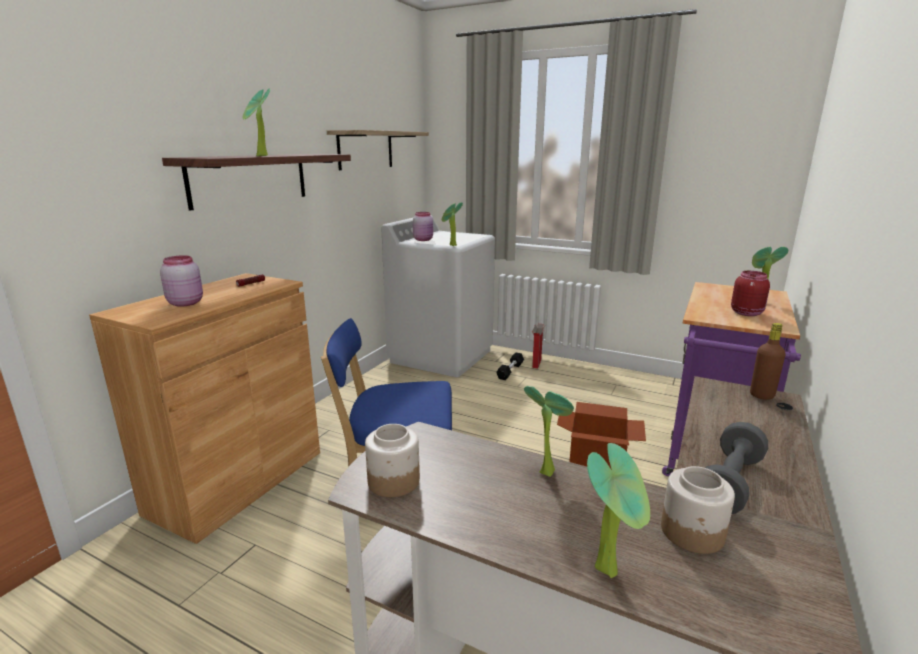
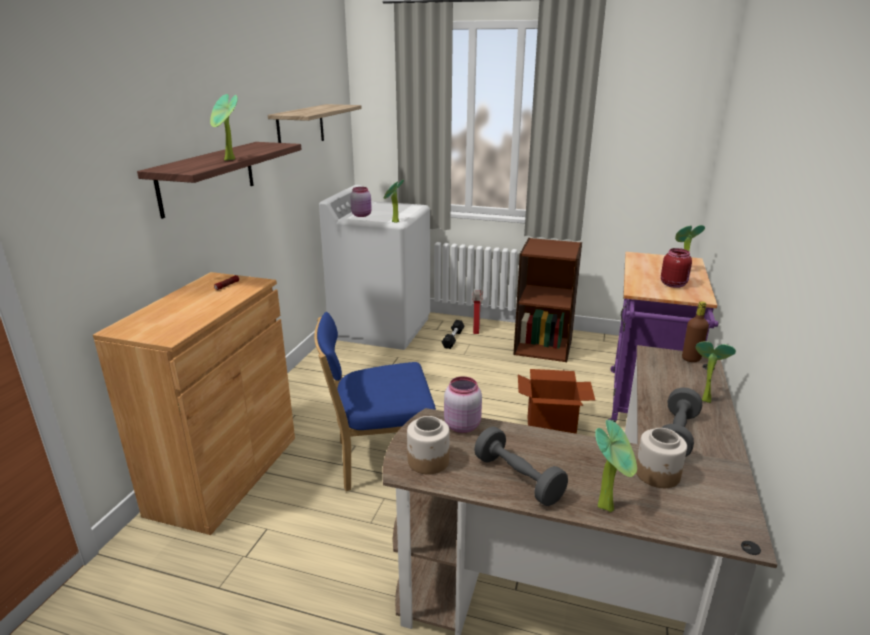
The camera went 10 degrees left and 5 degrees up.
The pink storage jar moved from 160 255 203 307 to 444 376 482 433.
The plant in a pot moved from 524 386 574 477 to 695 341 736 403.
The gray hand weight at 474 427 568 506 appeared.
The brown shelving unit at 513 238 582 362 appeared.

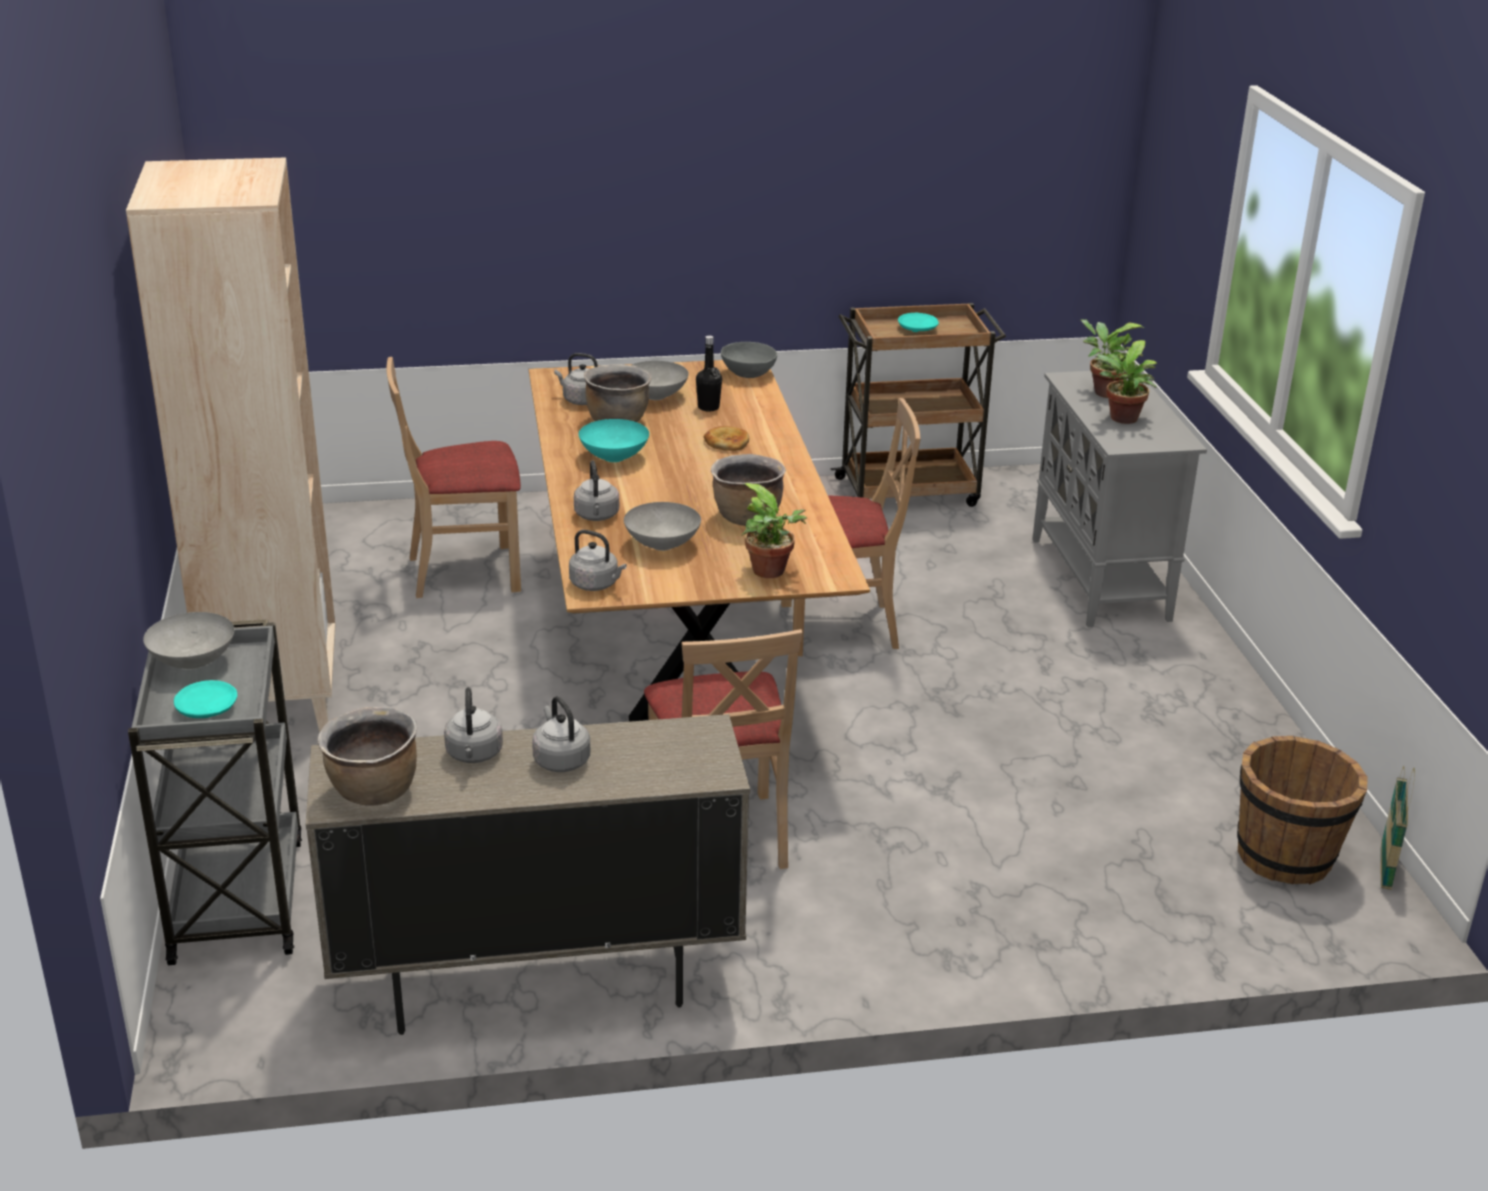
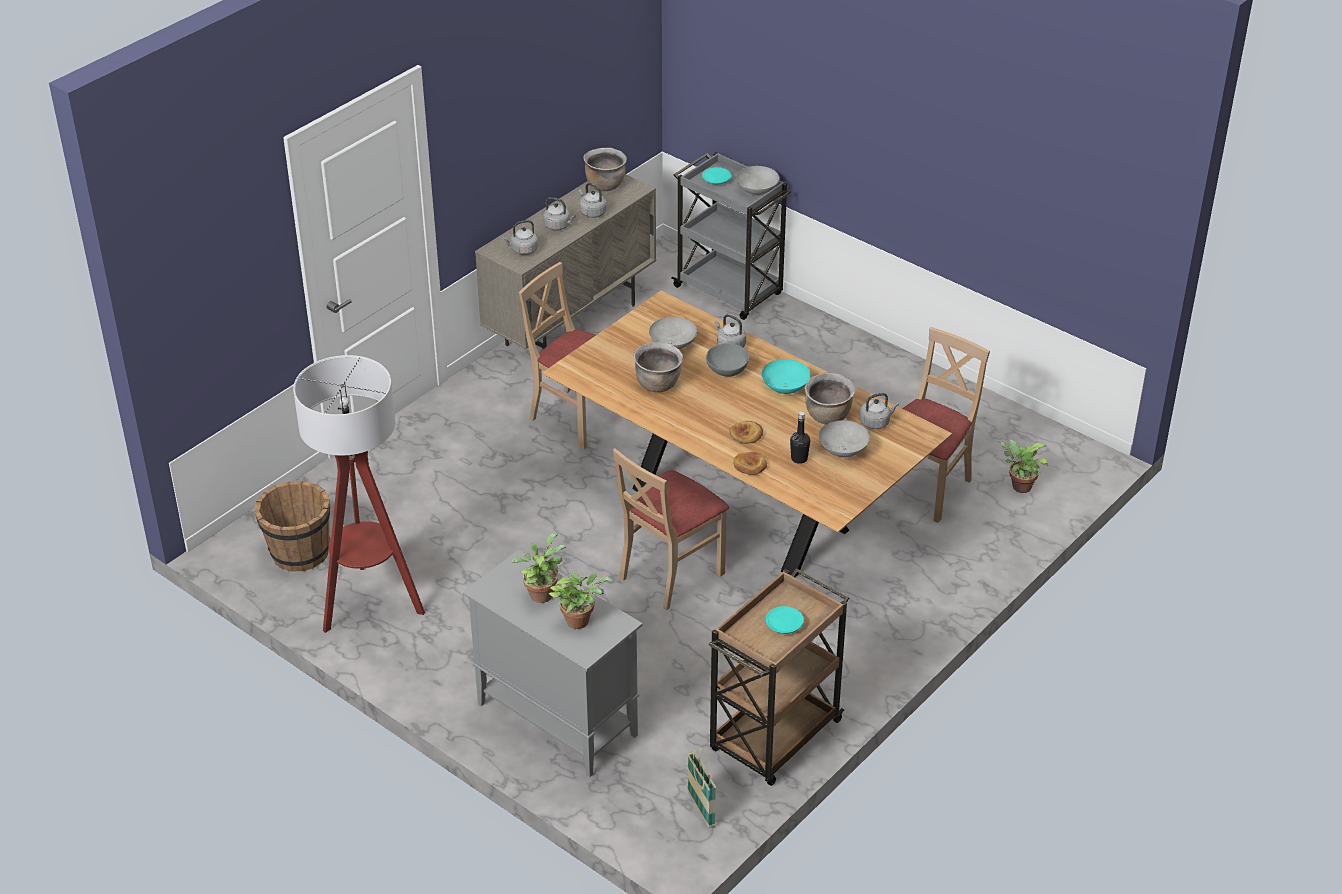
The camera went 140 degrees right and 10 degrees up.
The beige-coloured shelving unit at 126 158 336 733 disappeared.
The gray water kettle moved from 569 530 626 591 to 502 220 538 255.
The gray serving bowl moved from 721 342 777 378 to 706 343 749 377.
The plant in a pot moved from 741 483 807 578 to 998 439 1048 493.
The basket moved from 1380 766 1415 890 to 687 748 716 828.
The floor lamp at 293 355 425 633 appeared.
The bakery bread at 733 452 767 475 appeared.

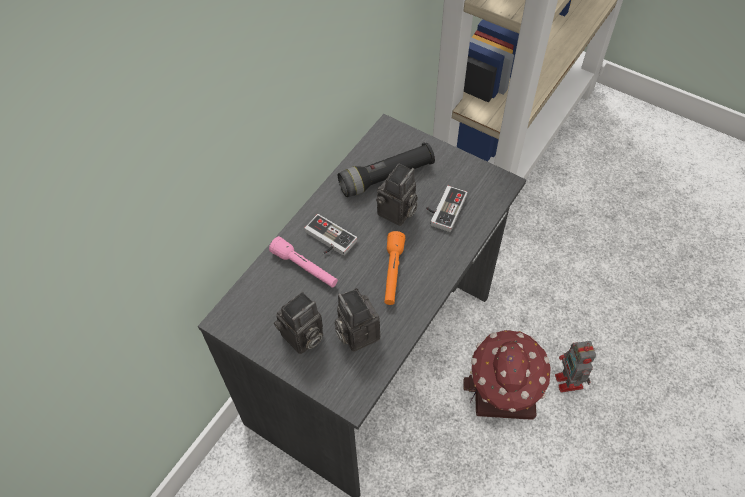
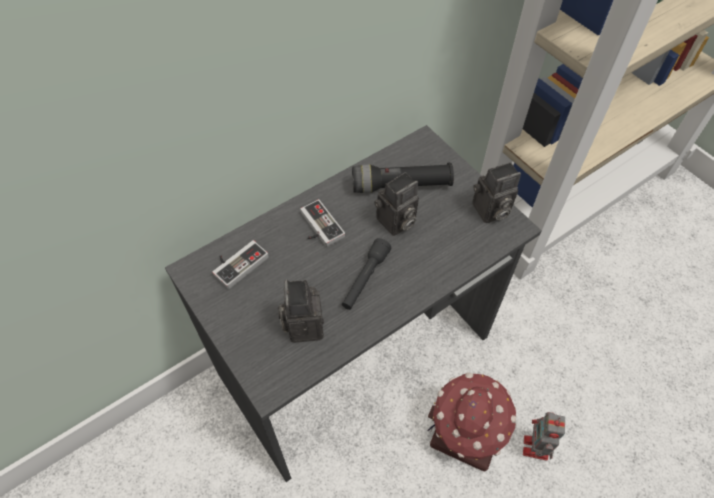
The camera went 20 degrees right and 0 degrees up.
The pink hand torch at 269 236 338 288 disappeared.
The still camera moved from 274 292 323 355 to 472 162 521 223.
The orange hand torch at 384 231 405 305 became the blackish hand torch at 342 238 391 310.
The joypad moved from 426 186 467 232 to 213 240 269 289.

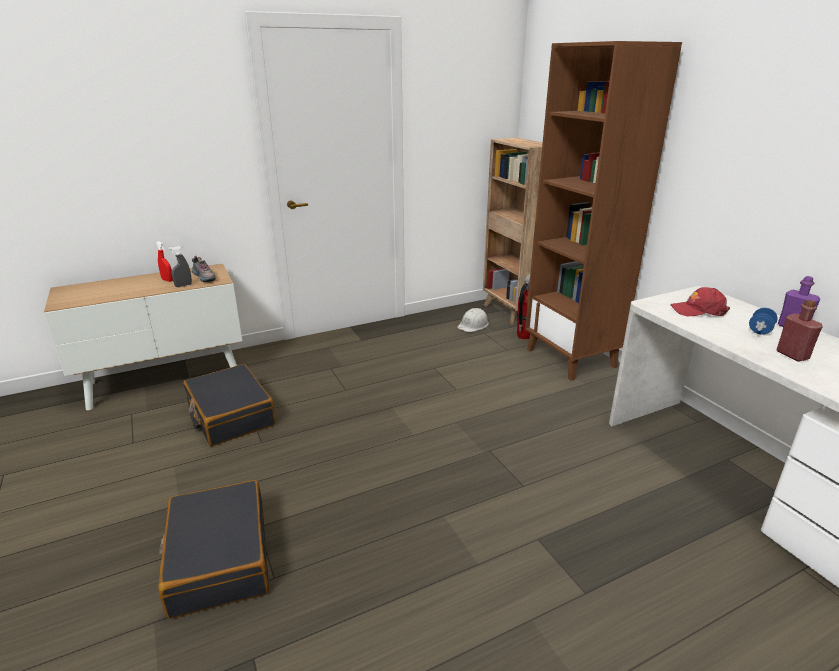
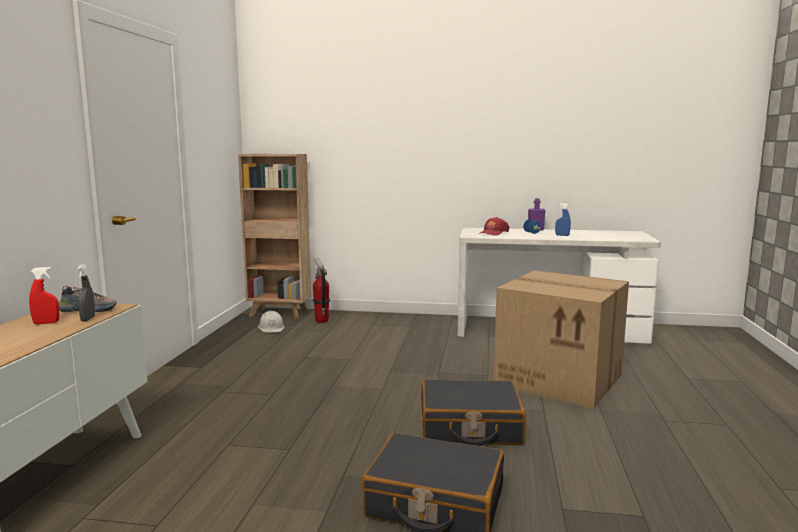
The camera went 55 degrees left and 15 degrees down.
The blackish piece of luggage moved from 183 364 276 446 to 421 380 526 446.
The brown shelving unit at 525 41 682 381 disappeared.
The red-coloured bottle at 777 300 823 362 was replaced by the blue spray bottle at 555 202 571 236.
The packing box at 494 270 629 409 appeared.

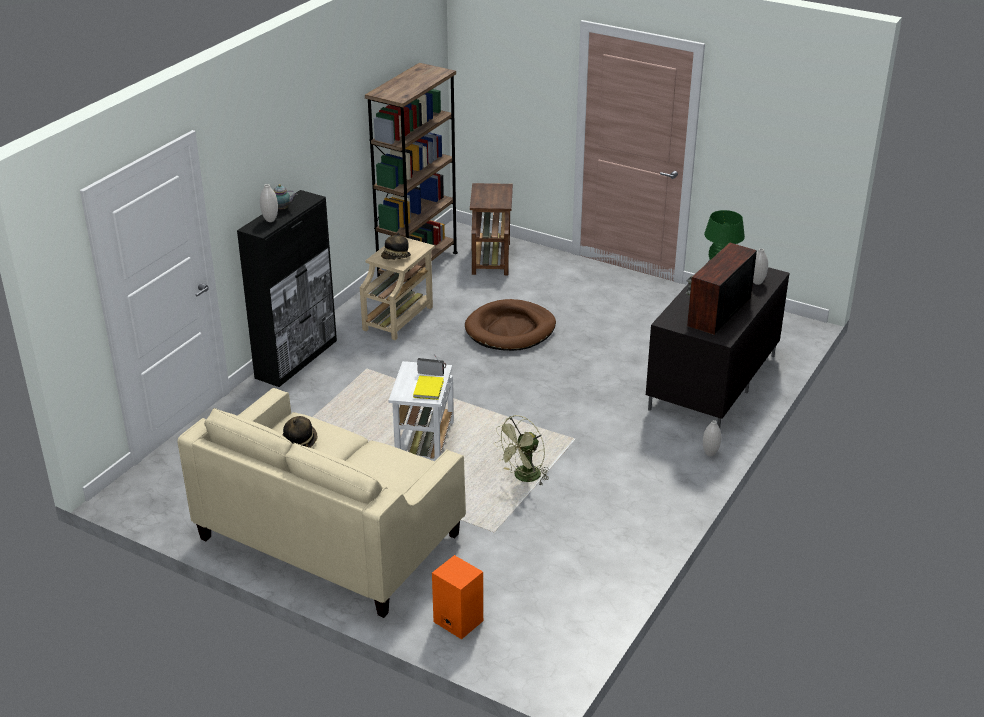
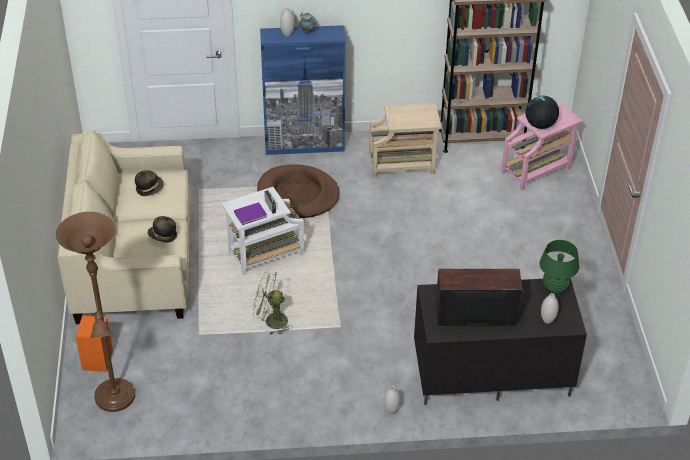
The camera went 55 degrees right and 10 degrees up.
The blackish storage cabinet at 237 190 337 387 became the blue storage cabinet at 260 25 346 155.
The hat moved from 381 232 411 260 to 148 216 177 242.
The yellow book at 413 376 444 400 became the purple-coloured book at 234 202 267 225.
The brown pet bed moved from 465 299 556 351 to 257 164 339 218.
The brown side table at 470 183 513 275 became the pink side table at 501 100 583 190.
The brown floor lamp at 56 212 135 412 appeared.
The desk globe at 526 95 559 129 appeared.

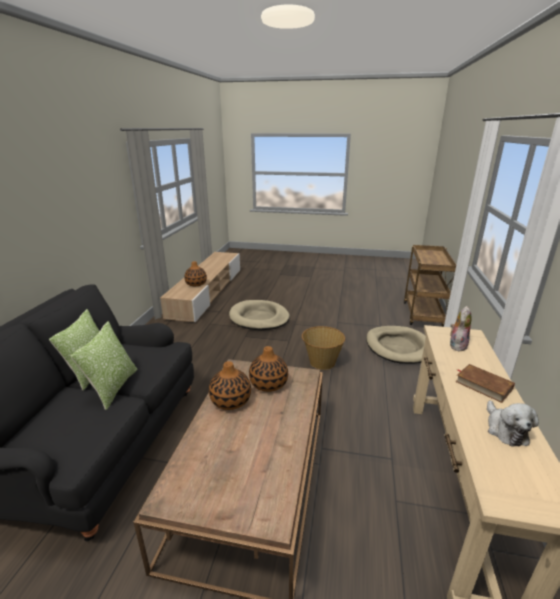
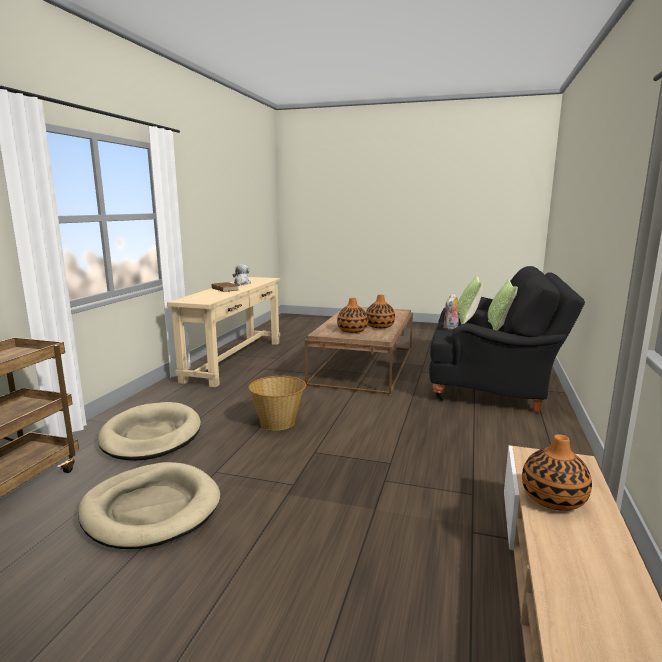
The camera went 175 degrees left and 10 degrees down.
The beige-coloured pet bed moved from 229 300 290 330 to 78 462 220 549.
The plush toy moved from 450 306 472 351 to 443 293 460 329.

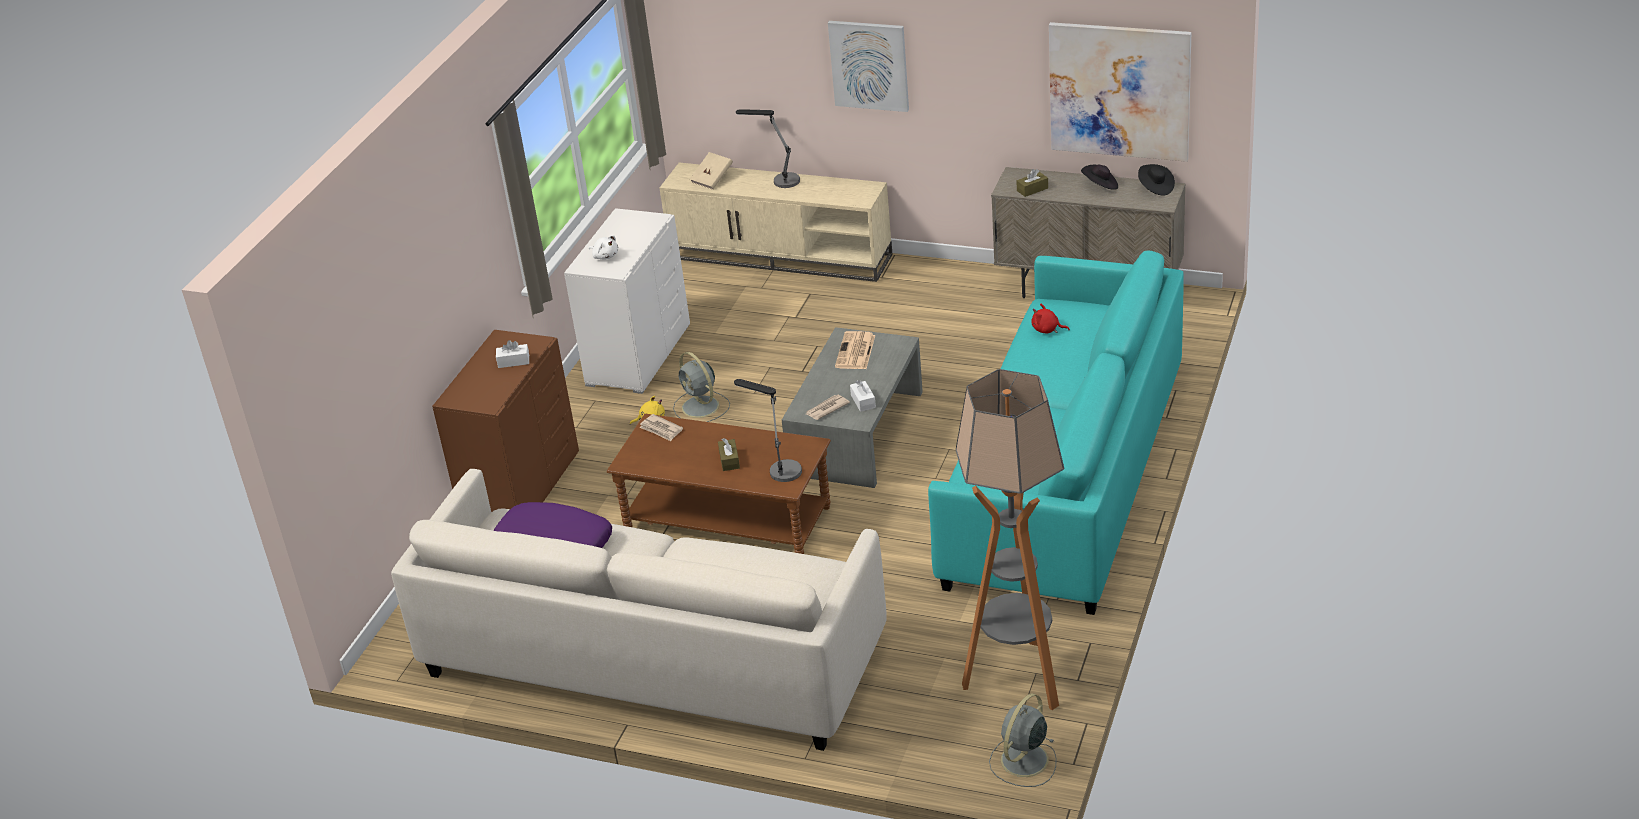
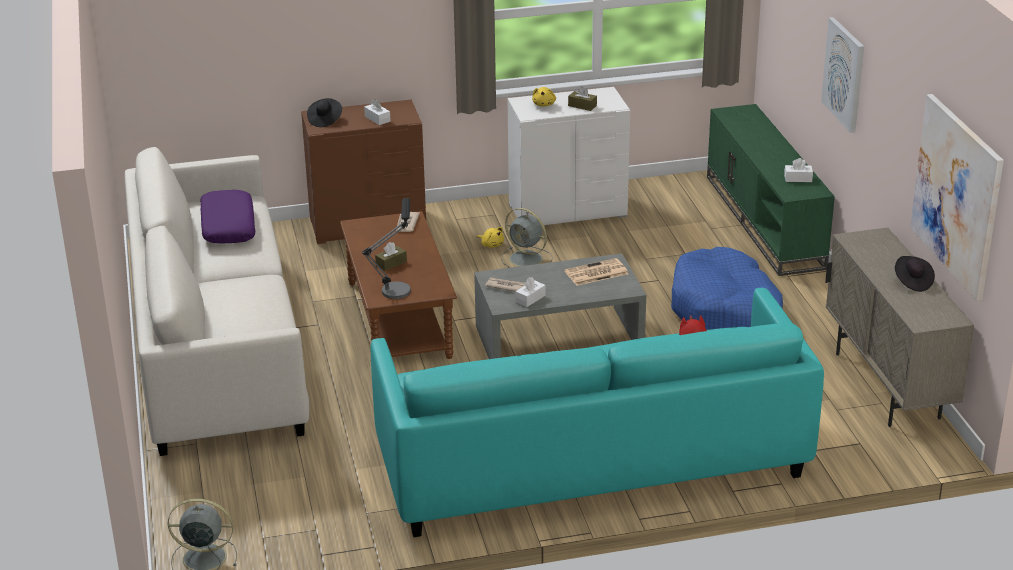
The camera went 55 degrees right and 5 degrees down.
The white-coloured plush toy at 589 235 618 260 became the yellow plush toy at 532 87 556 107.
The beige-coloured tv unit at 660 163 893 282 became the green-coloured tv unit at 707 104 834 276.
The gray electric fan at 673 352 730 422 turned 75 degrees counterclockwise.
The beige-coloured book at 690 152 733 190 disappeared.
The lamp for a table at 736 109 800 188 disappeared.
The floor lamp at 955 369 1064 710 disappeared.
The brown tissue box moved from 1017 169 1048 197 to 568 86 597 111.
The blackish hat moved from 1138 164 1175 195 to 307 98 342 127.
The blue pet bed at 671 247 783 330 appeared.
The white-coloured tissue box at 784 158 813 182 appeared.

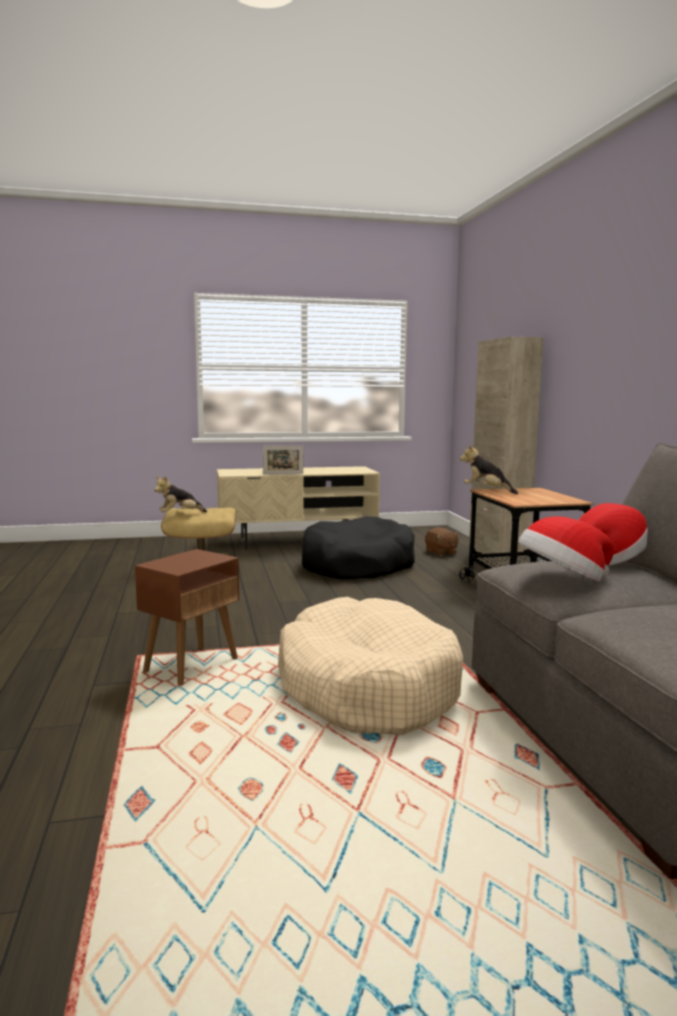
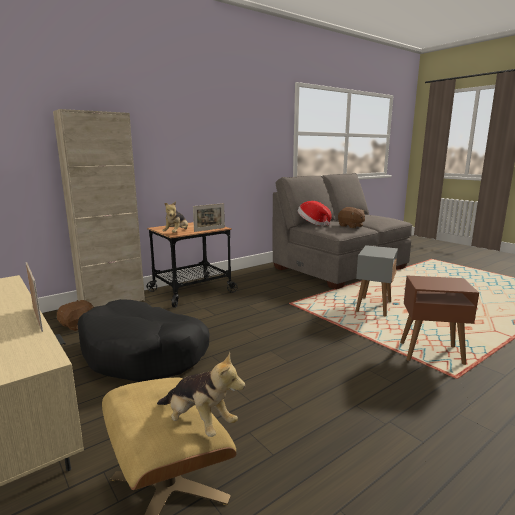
The camera went 115 degrees left and 5 degrees up.
The beige-coloured pet bed at 278 597 463 735 was replaced by the gray side table at 356 245 398 316.
The hat at 518 516 614 582 was replaced by the brown plush toy at 338 207 365 228.
The standing frame at 193 203 225 232 appeared.

